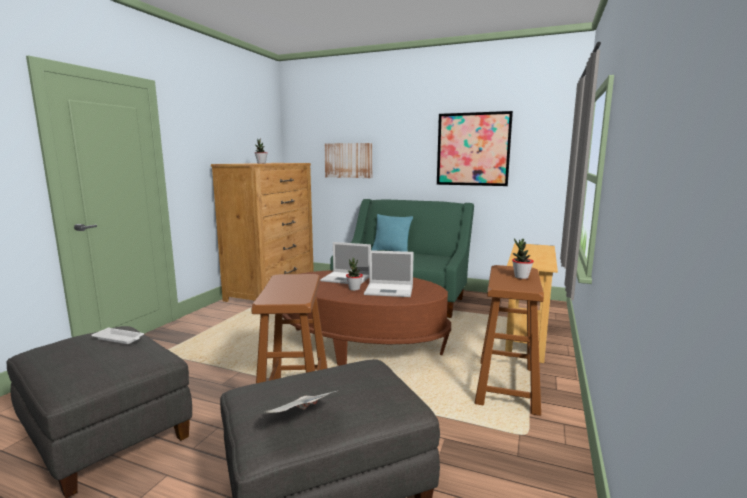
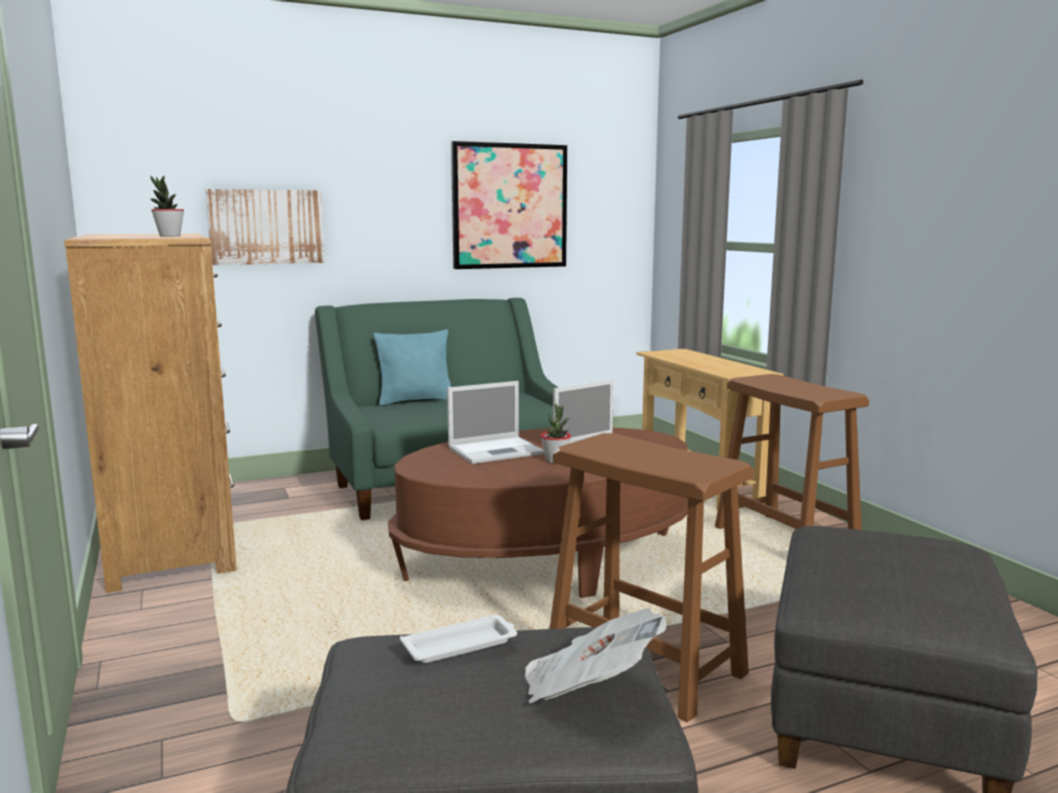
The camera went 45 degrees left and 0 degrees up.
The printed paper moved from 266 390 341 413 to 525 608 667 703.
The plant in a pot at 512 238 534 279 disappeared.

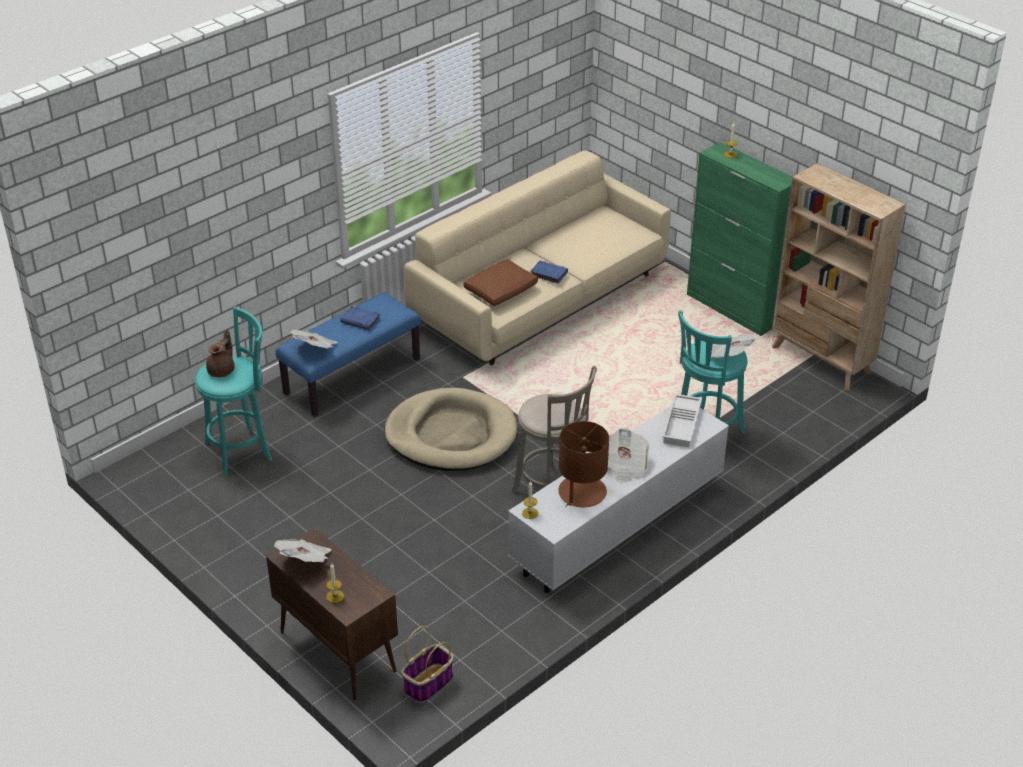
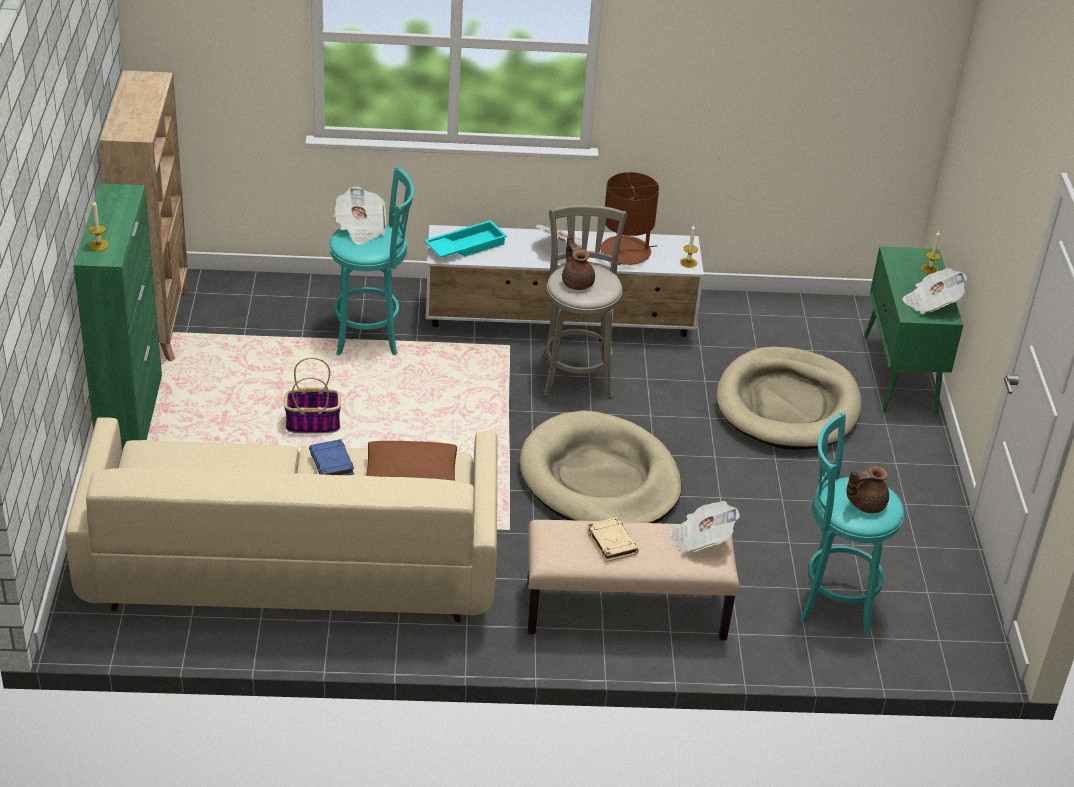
The camera went 140 degrees left and 0 degrees up.
The brown storage cabinet at 266 528 398 700 became the green-coloured storage cabinet at 864 247 963 414.
The blue indoor bench at 276 293 421 417 became the beige-coloured indoor bench at 527 520 739 640.
The blue book at 340 306 381 330 became the beige-coloured book at 587 517 639 562.
The basket moved from 401 626 454 703 to 284 357 341 433.
The white-coloured tray at 662 394 702 447 became the turquoise-coloured tray at 424 220 507 258.
The brown teapot at 562 233 595 290 appeared.
The beige-coloured pet bed at 716 346 862 450 appeared.

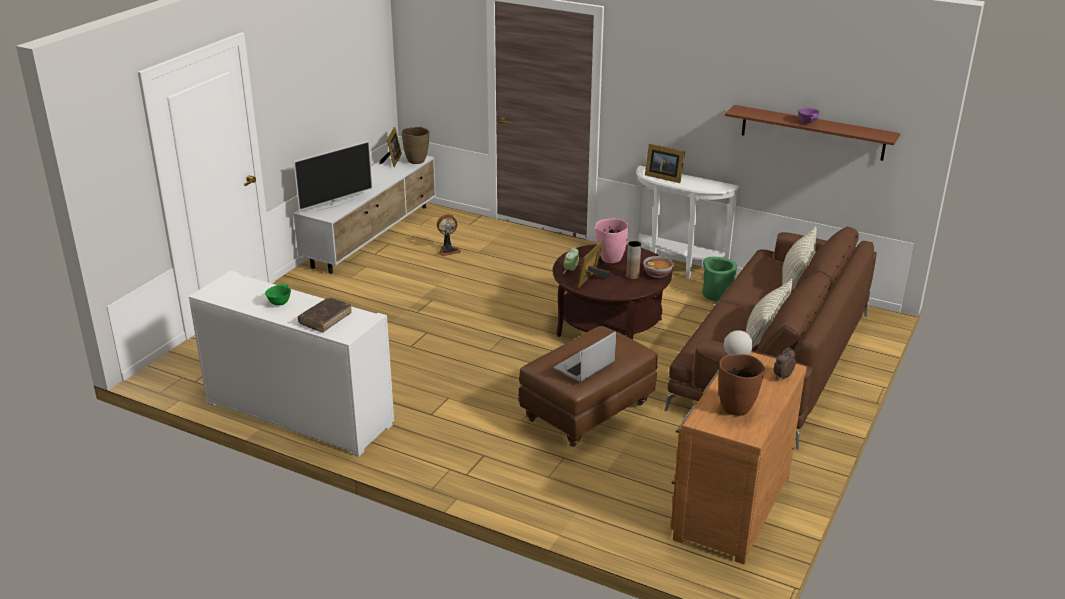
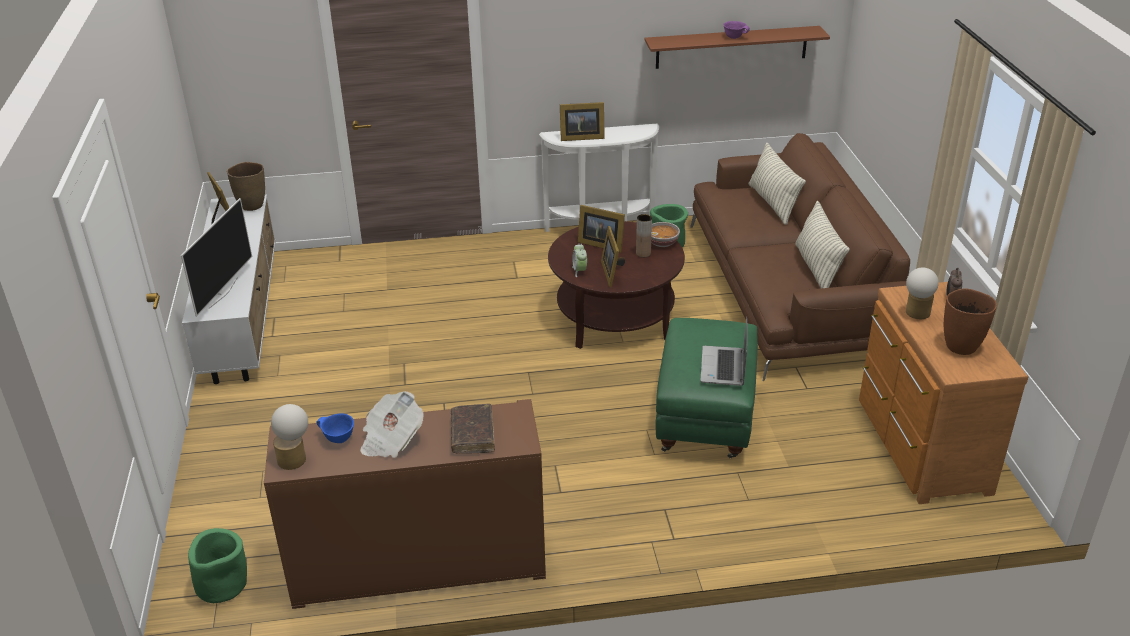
The camera went 35 degrees left and 5 degrees up.
The white-coloured storage cabinet at 189 271 394 457 became the brown storage cabinet at 264 399 546 609.
The green-coloured serving bowl at 265 284 291 306 was replaced by the printed paper at 360 391 423 458.
The electric fan at 437 214 461 256 disappeared.
The brown pouffe at 519 326 658 447 became the green-coloured pouffe at 655 318 758 458.
The pink flower vase at 595 219 628 263 was replaced by the standing frame at 578 205 625 252.
The green-coloured planter at 188 528 247 603 appeared.
The lamp for a table at 271 404 308 470 appeared.
The blue serving bowl at 316 413 354 443 appeared.

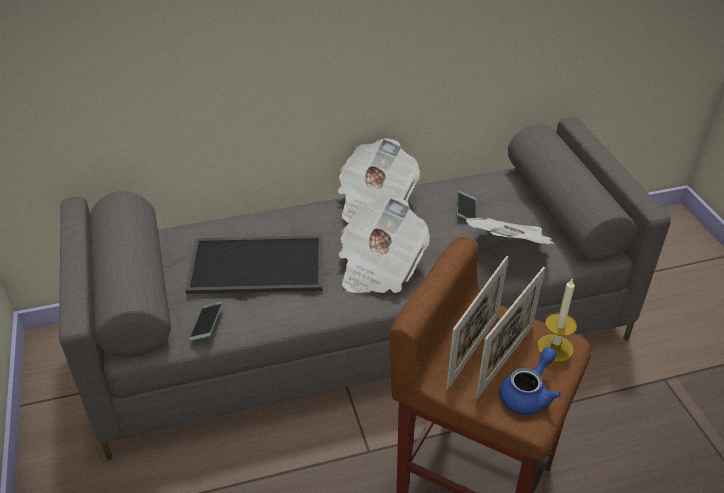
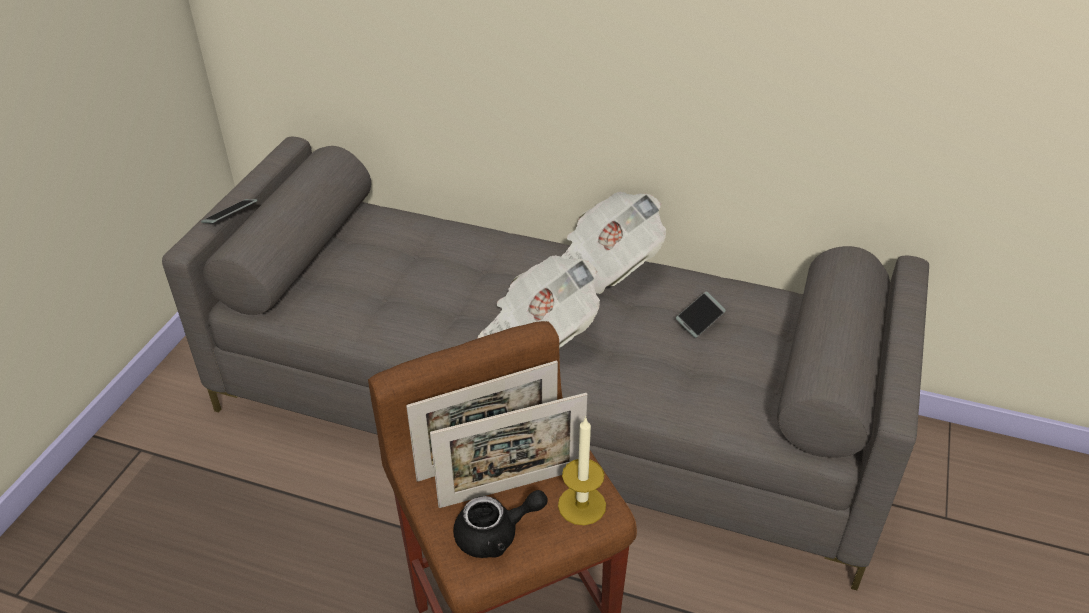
The camera went 35 degrees right and 0 degrees up.
The tray at 185 235 323 294 disappeared.
The telephone moved from 189 302 223 341 to 201 199 258 223.
The printed paper at 466 218 555 244 disappeared.
The blue teapot at 499 347 561 415 became the blackish teapot at 453 490 548 558.

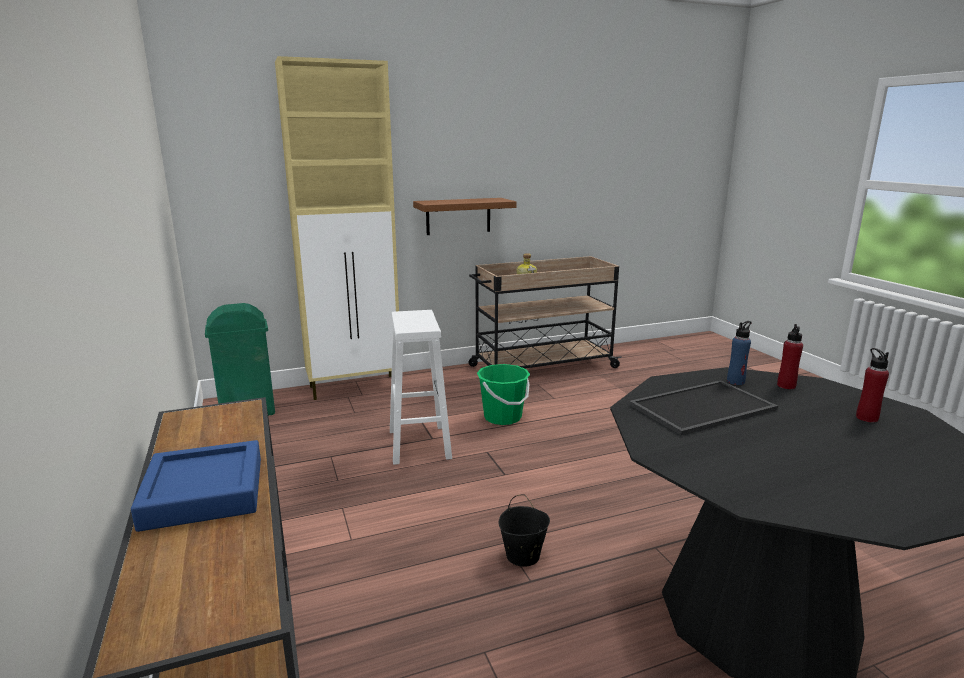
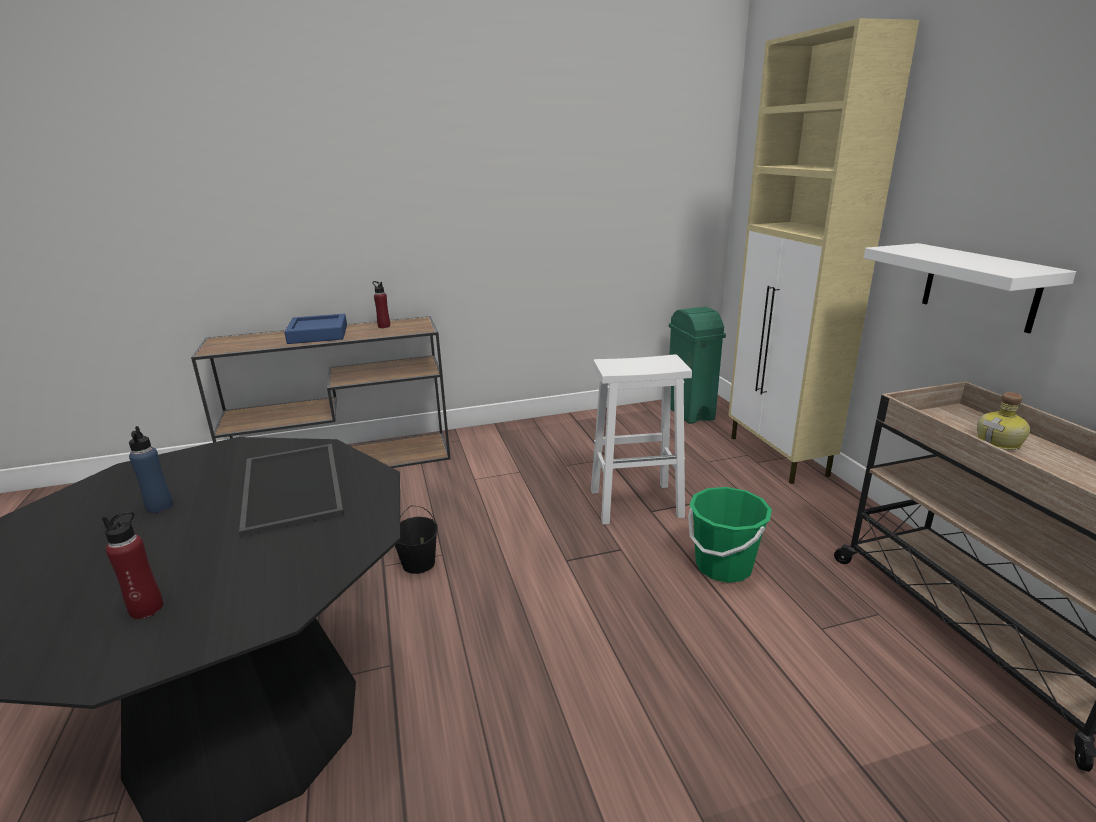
The camera went 95 degrees right and 5 degrees up.
The brown wall shelf at 413 198 516 235 became the white-coloured wall shelf at 864 243 1076 333.
The blue bottle moved from 727 321 751 385 to 129 426 173 513.
The red-coloured bottle moved from 777 324 803 389 to 373 281 390 328.

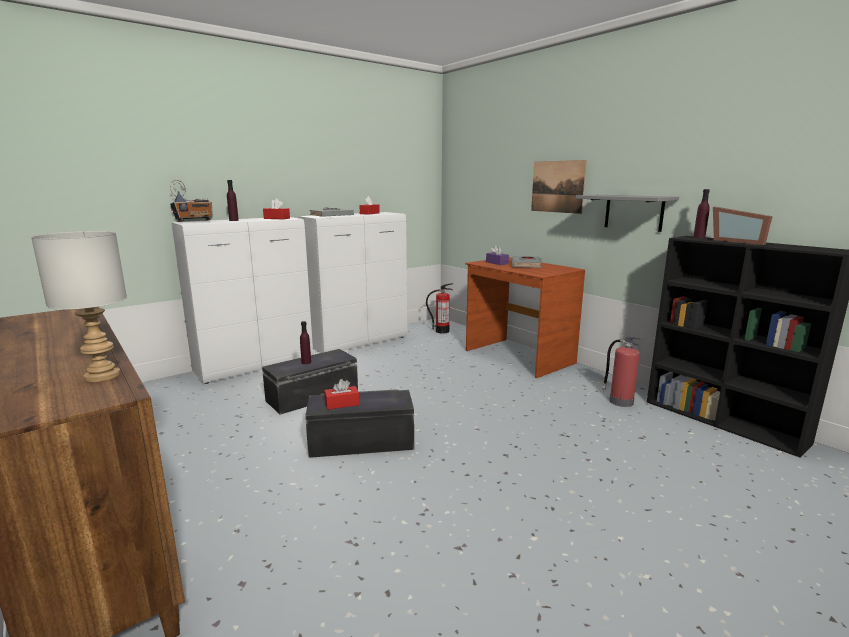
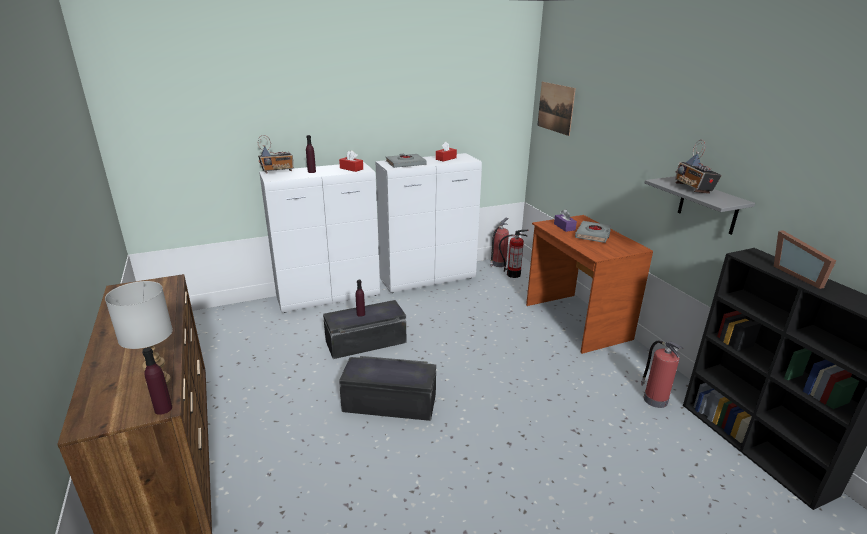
The camera went 15 degrees right and 10 degrees up.
The red-coloured tissue box at 324 379 359 410 disappeared.
The wall picture moved from 531 160 587 214 to 537 82 576 136.
The purple-coloured bottle moved from 693 189 710 238 to 142 347 172 415.
The fire extinguisher at 490 218 509 267 appeared.
The radio receiver at 675 140 722 194 appeared.

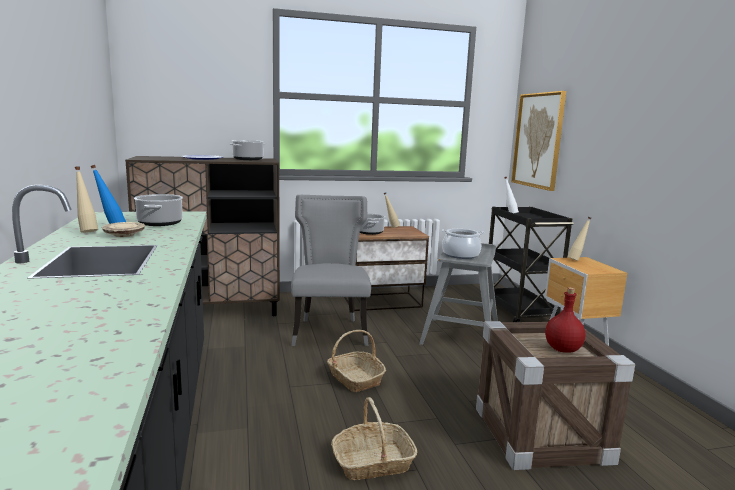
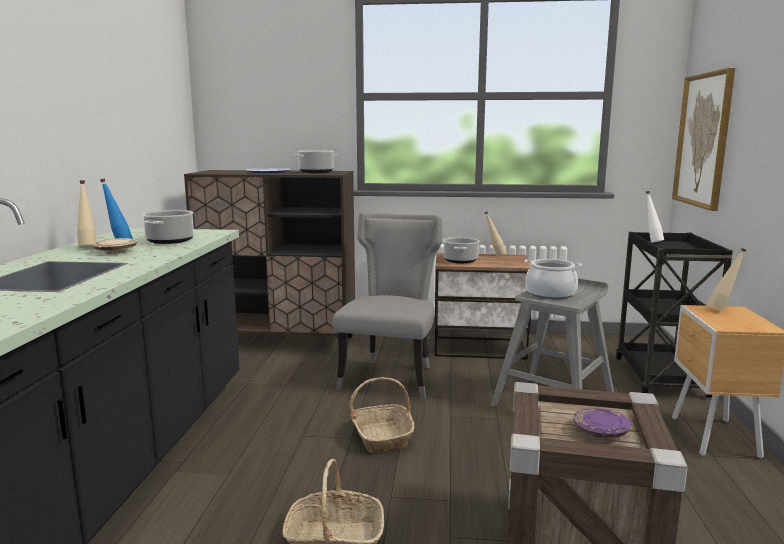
The camera went 20 degrees right and 0 degrees up.
The red-coloured bottle at 545 287 585 353 was replaced by the purple-coloured plate at 573 408 631 438.

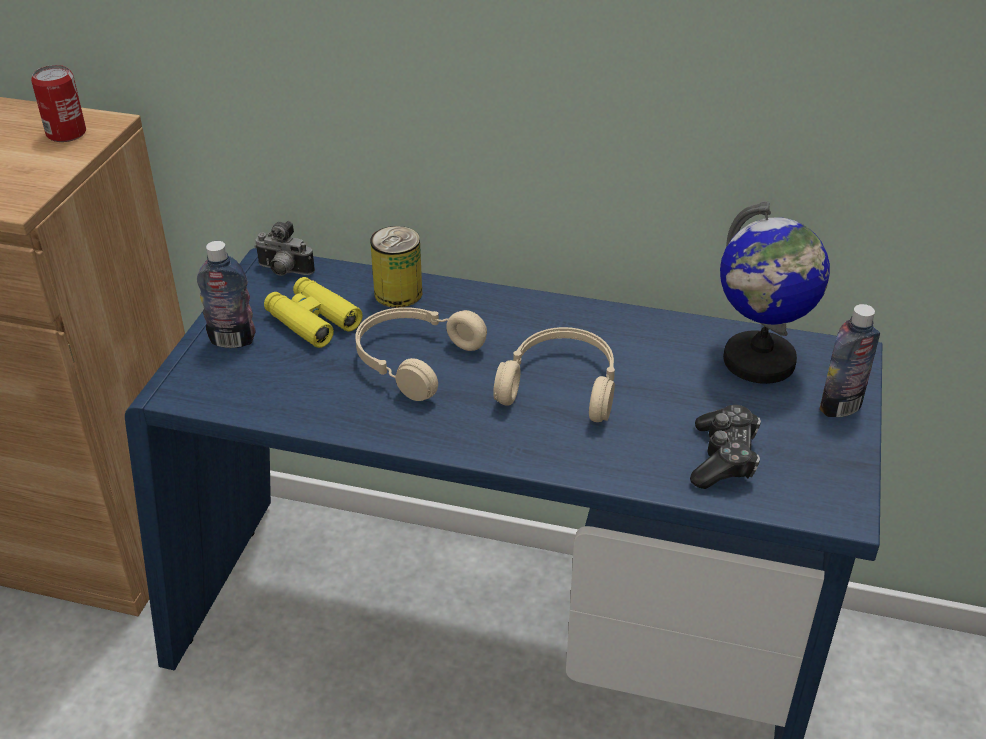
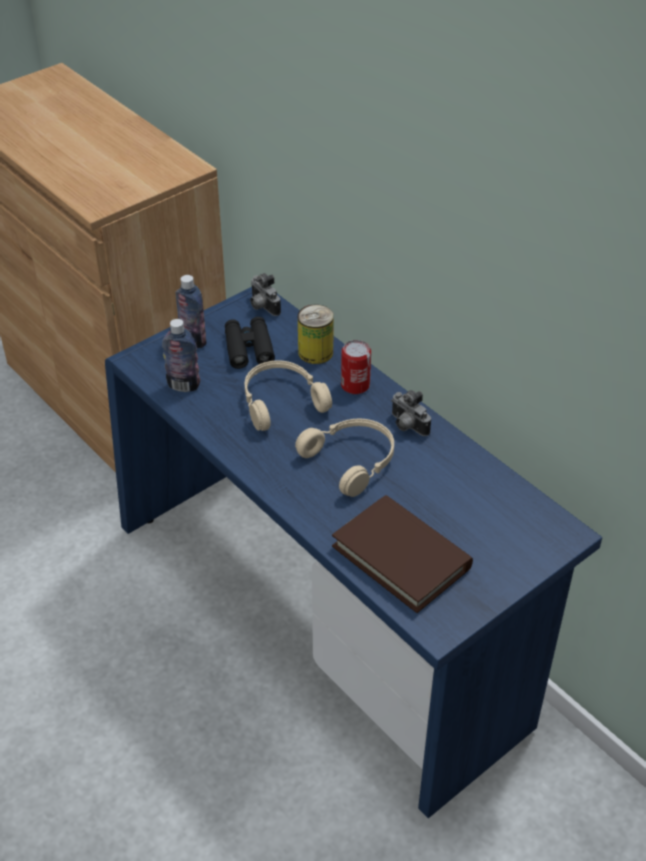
The camera went 35 degrees right and 5 degrees up.
The can moved from 31 65 86 142 to 341 340 371 394.
The yellow pair of binoculars at 264 277 363 348 became the blackish pair of binoculars at 225 317 275 369.
The joypad at 690 405 761 489 was replaced by the brown book at 332 495 473 613.
The desk globe at 720 201 830 384 disappeared.
The bottle moved from 820 304 880 417 to 162 319 200 392.
The still camera at 391 390 431 436 appeared.

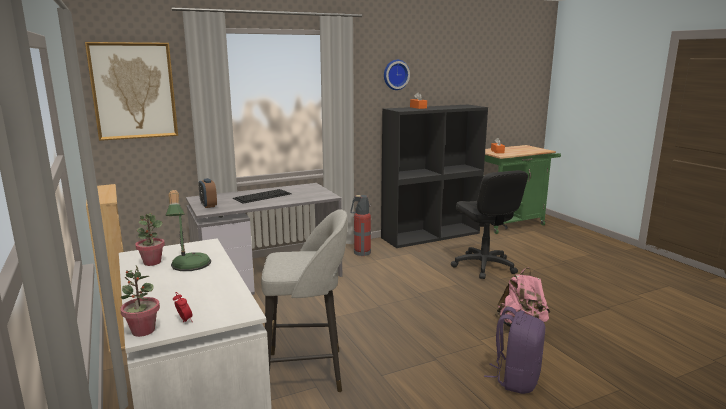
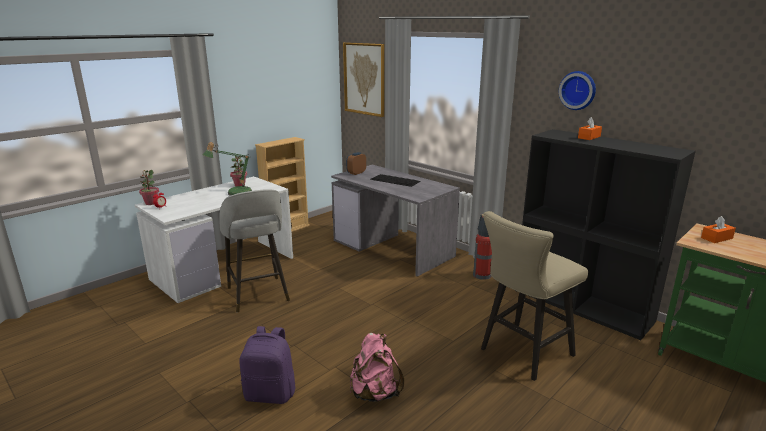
The camera went 70 degrees right and 5 degrees up.
The blackish office chair at 451 170 528 279 was replaced by the beige-coloured sitting stool at 481 211 588 381.

